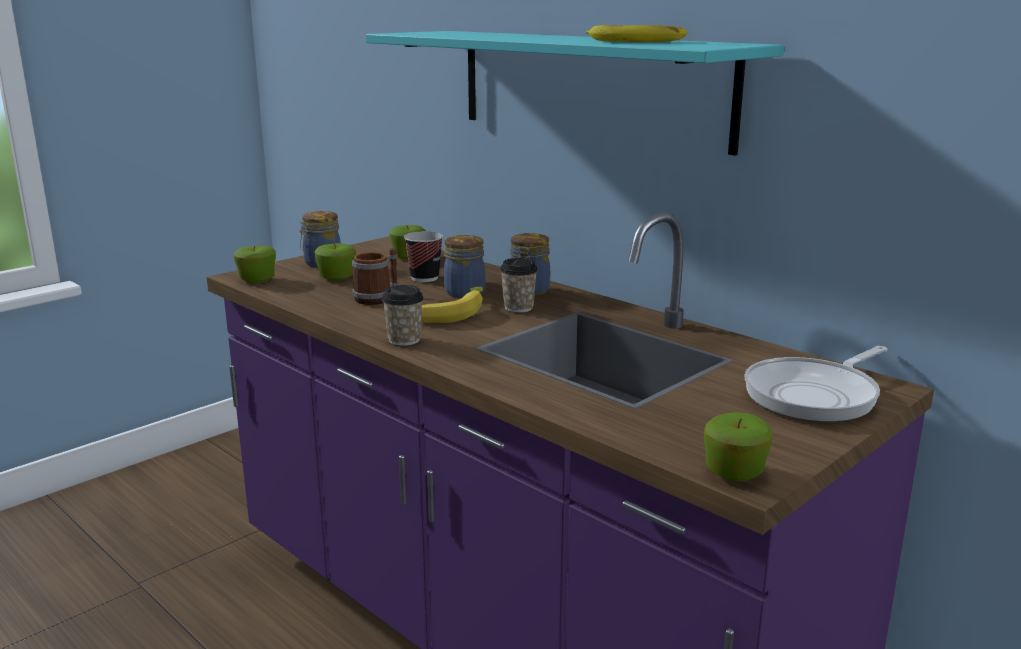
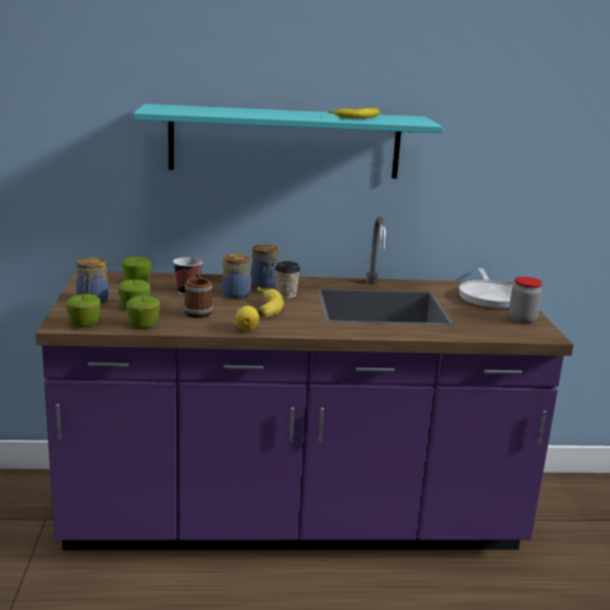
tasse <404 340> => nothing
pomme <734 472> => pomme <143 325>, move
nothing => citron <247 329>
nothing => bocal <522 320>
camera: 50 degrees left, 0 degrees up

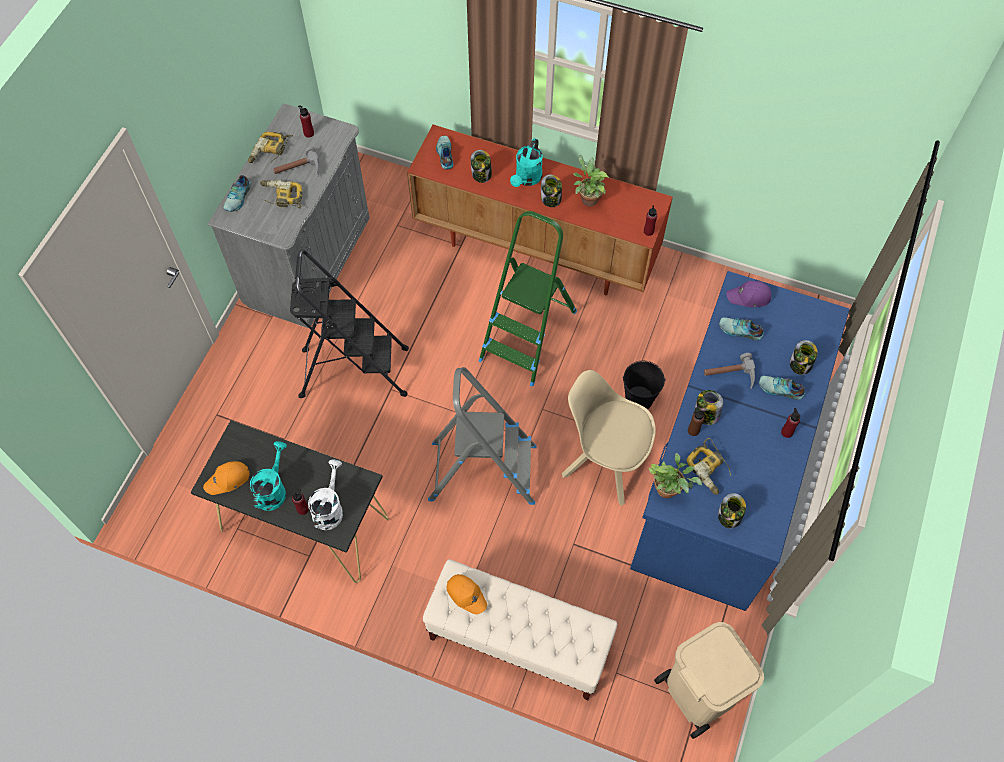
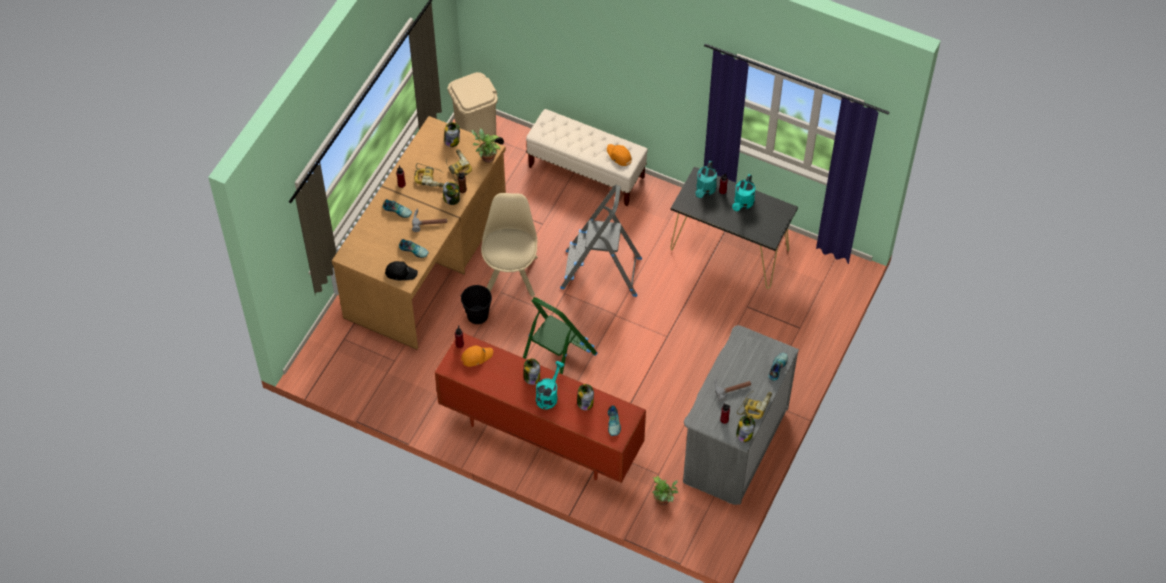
casquette (orange) <228 480> => casquette (orange) <476 357>, move
perceuse <281 197> => perceuse <430 178>, move
escabeau <352 371> => nothing
arrosoir (blanc) <329 508> => arrosoir (turquoise) <705 190>
chaise (beige) <604 462> => chaise (beige) <511 273>, 120 degrees counterclockwise
plante en pot <587 198> => plante en pot <664 501>, move
bureau (bleu) <722 470> => bureau (marron) <427 262>
casquette (violet) <749 297> => casquette (noir) <400 273>
bocal <800 364> => bocal <744 434>, move
camera: 175 degrees left, 5 degrees down

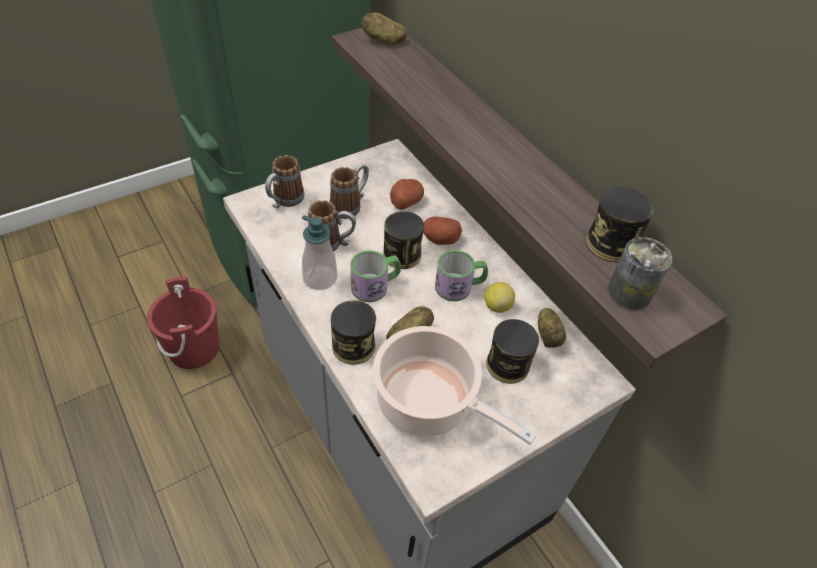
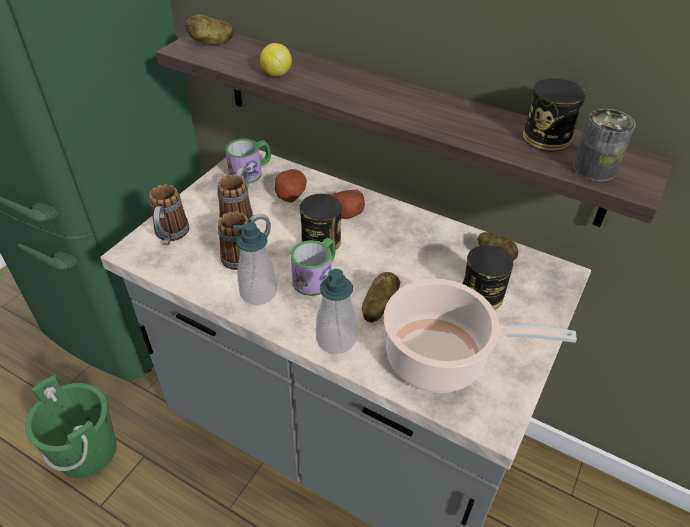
seau (rouge) <194 348> => seau (vert) <87 451>
boîte métallique <353 346> => distributeur de savon <336 339>
mug <459 286> => mug <251 172>, move
citron <497 306> => citron <276 74>, move
camera: 25 degrees left, 5 degrees down

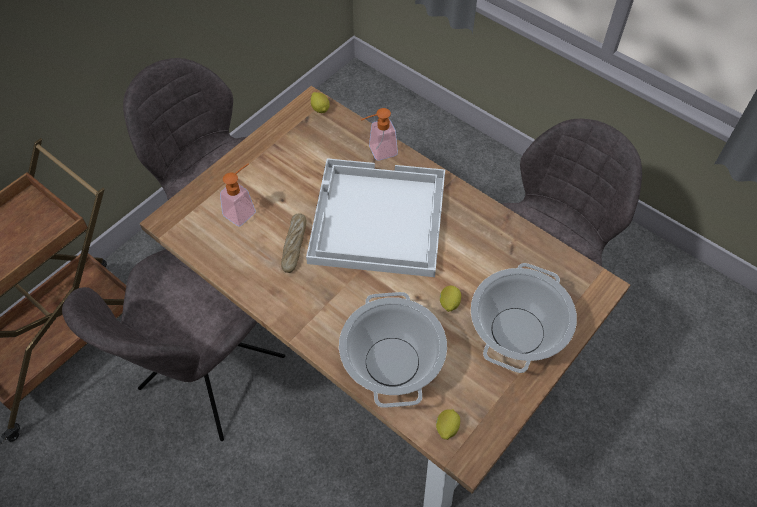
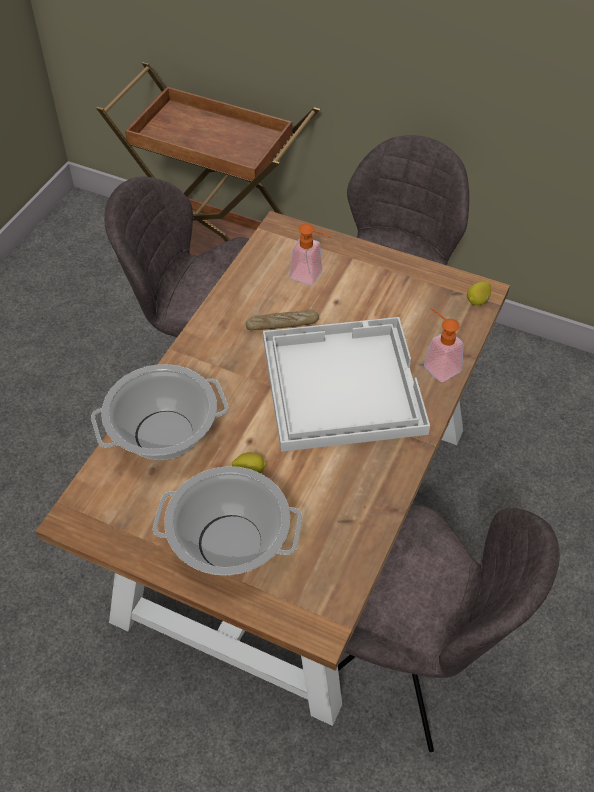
citron <446 428> => nothing
camera: 75 degrees right, 5 degrees down

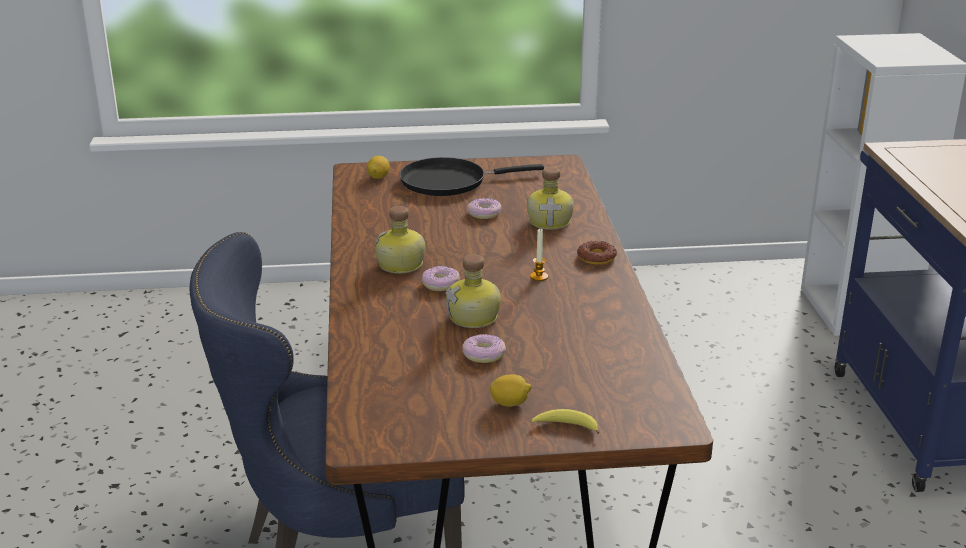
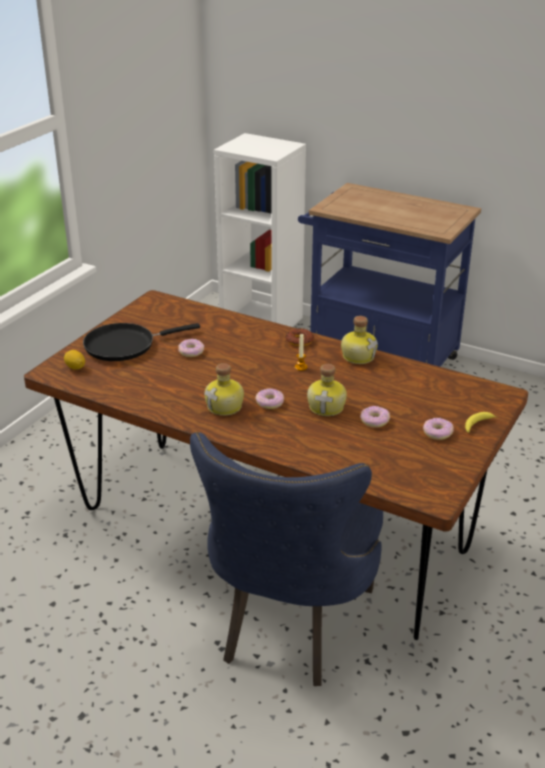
poêle (noir) <449 182> => poêle (noir) <124 345>, 45 degrees clockwise
citron <510 403> => beignet <437 433>
bouteille <551 221> => bouteille <358 356>, move
camera: 55 degrees left, 5 degrees up

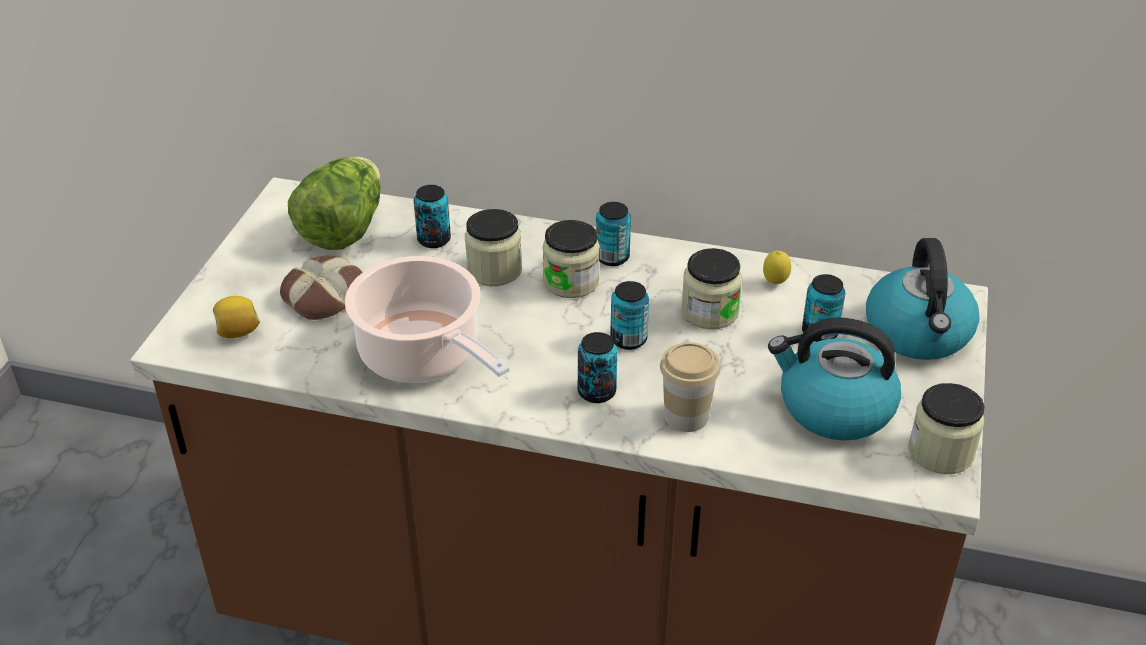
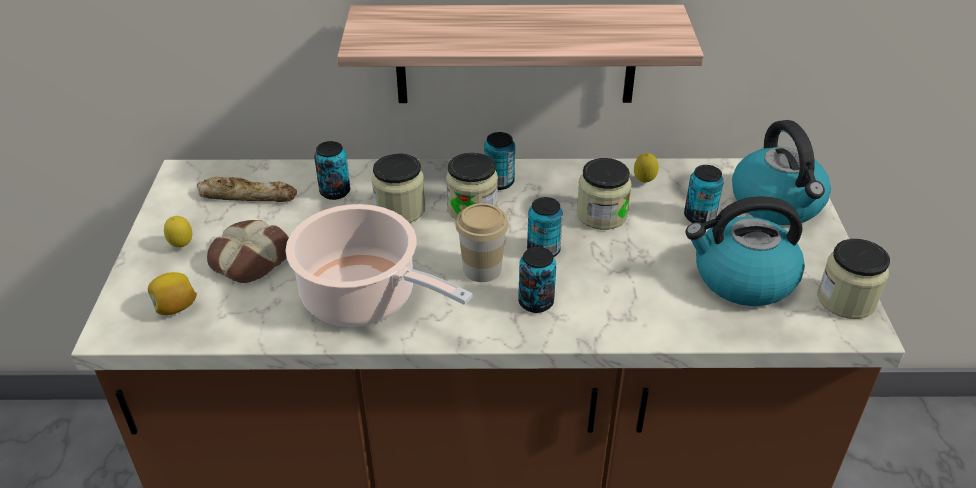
laitue <344 229> => pain <248 196>
tasse <686 416> => tasse <482 269>, move
nothing => citron <182 246>
nothing => étagère <516 54>
camera: 15 degrees left, 0 degrees up

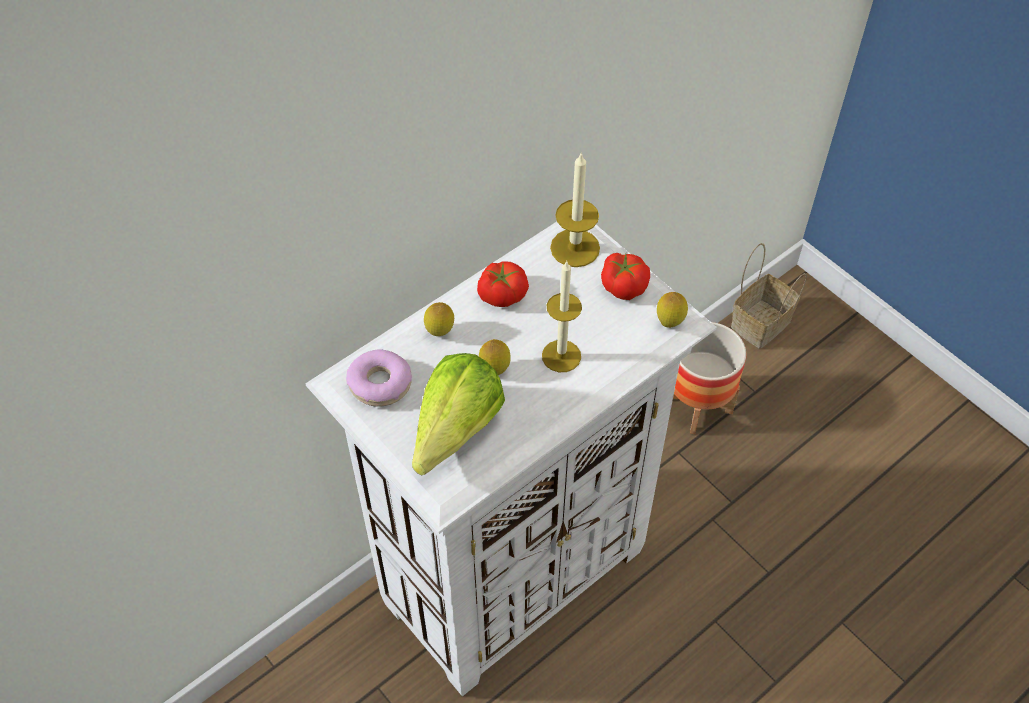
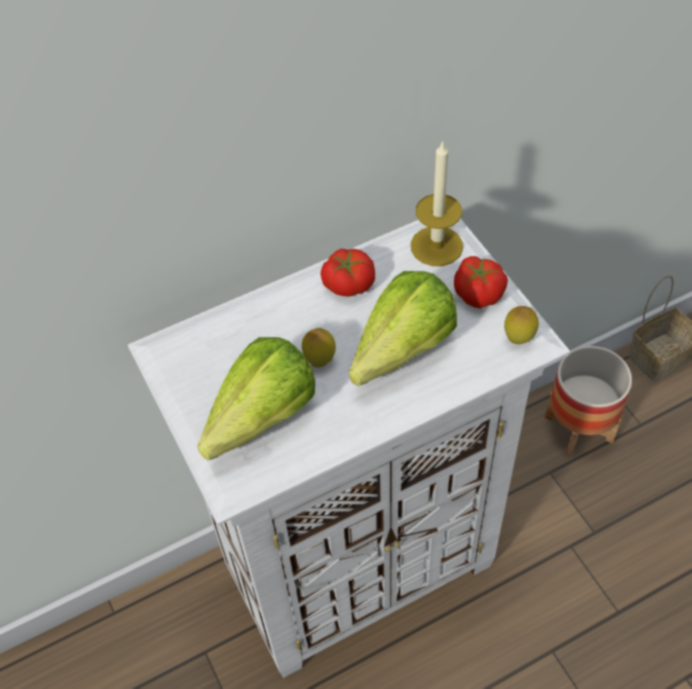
beignet <380 384> => nothing
citron <440 332> => nothing
bougie <561 356> => laitue <393 357>
camera: 15 degrees right, 0 degrees up

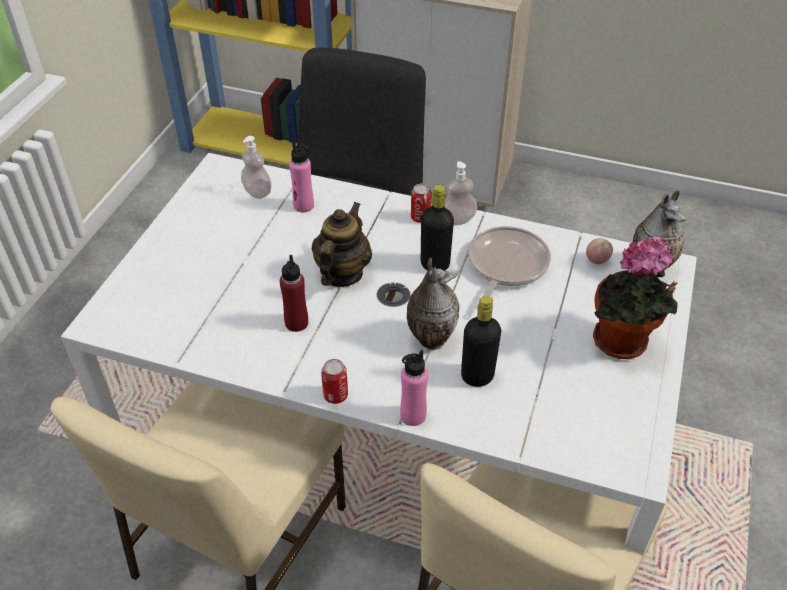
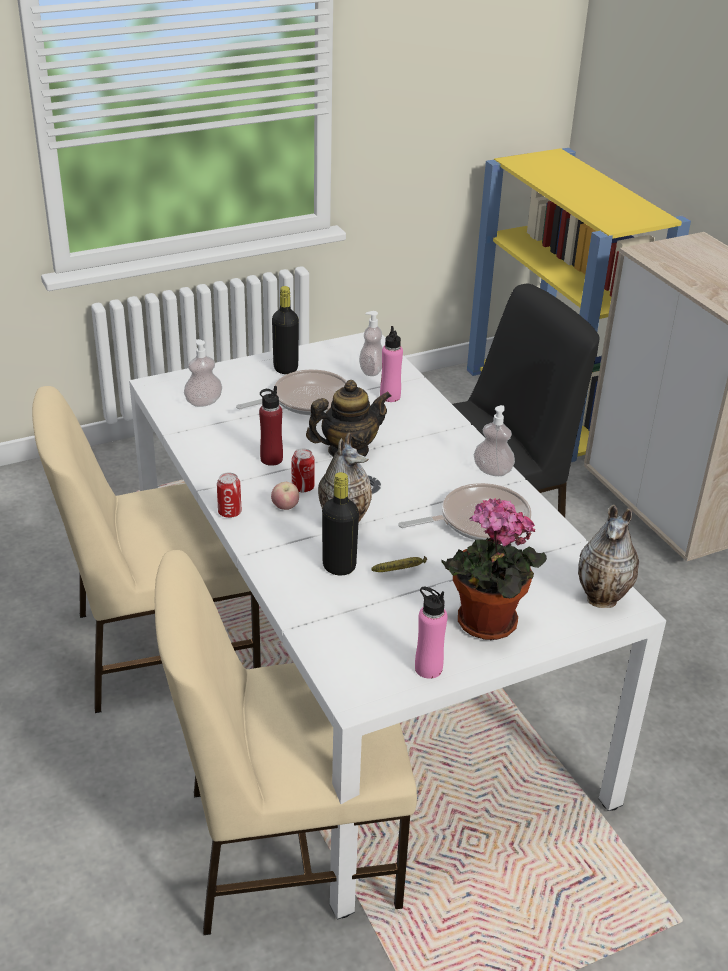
bouteille (rose) <413 415> => bouteille (rose) <428 668>, move
boîte métallique <420 217> => boîte métallique <303 487>, move
bouteille (noir) <435 264> => bouteille (noir) <285 368>, move
pomme <596 261> => pomme <285 507>, move
nothing => distributeur de savon <203 402>
nothing => poêle <306 400>
nothing => banane <401 571>
camera: 45 degrees right, 10 degrees down

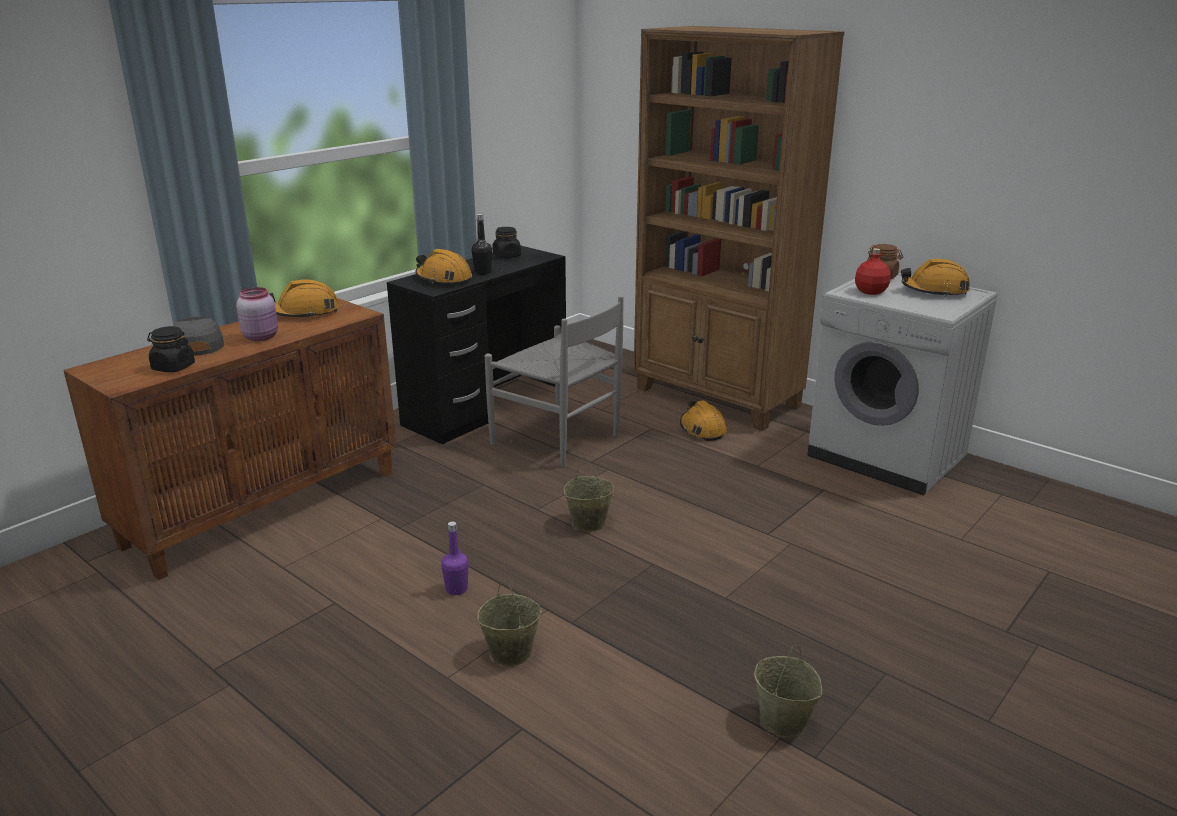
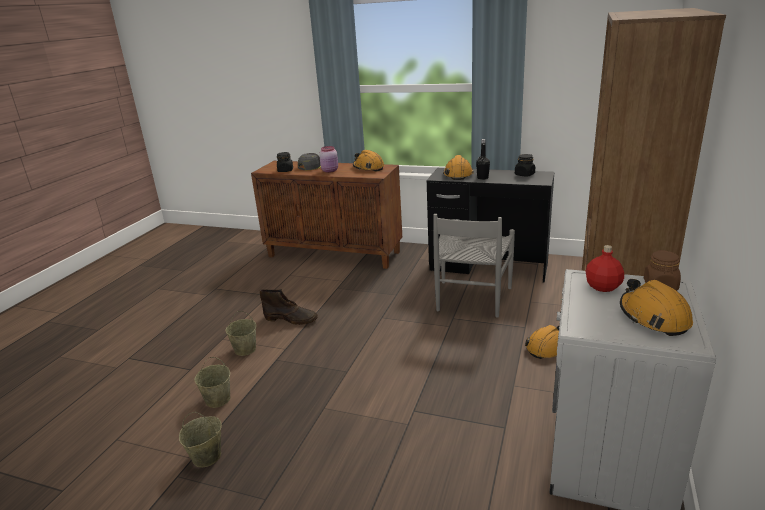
bouteille (violet) <456 589> => botte (marron) <291 319>
seau (beige) <588 523> => seau (beige) <217 399>, move
camera: 70 degrees right, 0 degrees up

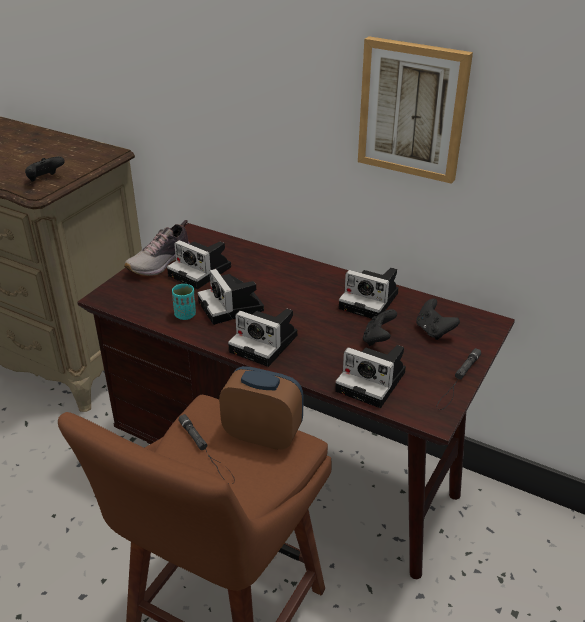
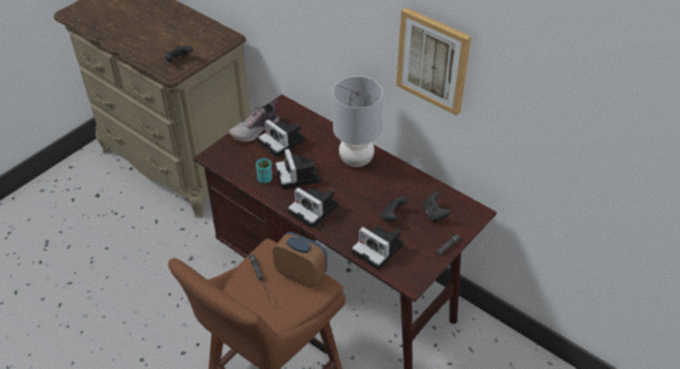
appareil photo <371 301> => nothing
nothing => lampe de table (gris) <357 159>
camera: 10 degrees right, 10 degrees up

